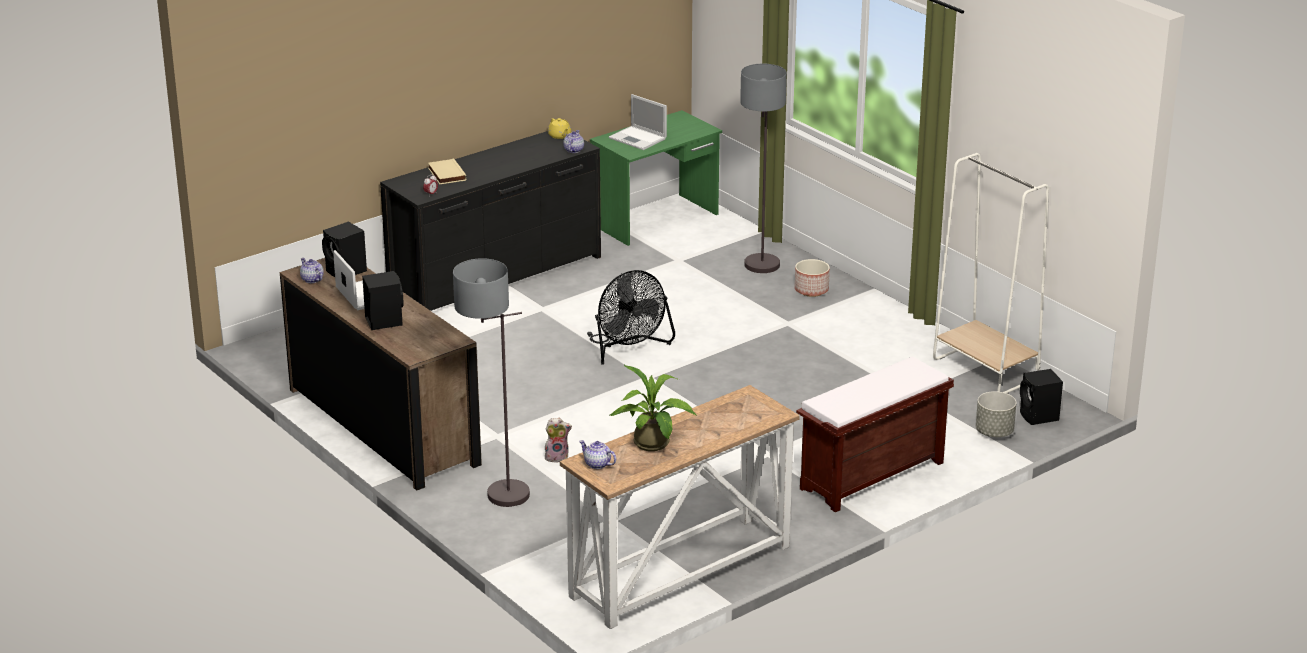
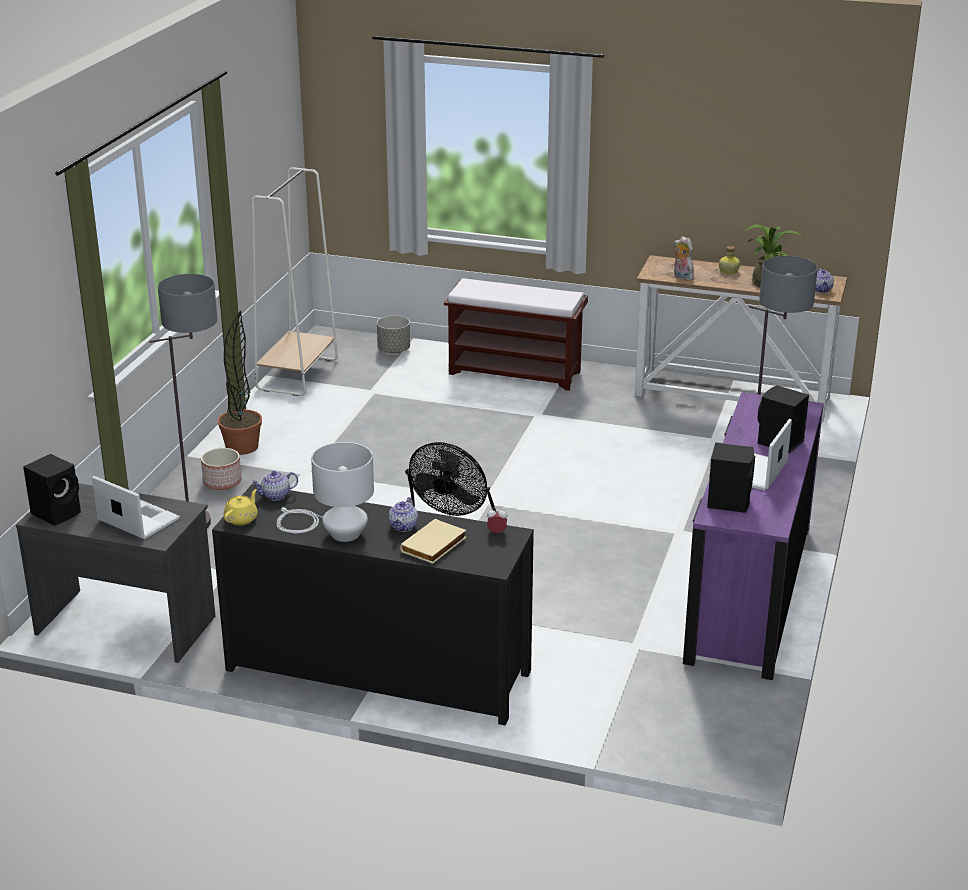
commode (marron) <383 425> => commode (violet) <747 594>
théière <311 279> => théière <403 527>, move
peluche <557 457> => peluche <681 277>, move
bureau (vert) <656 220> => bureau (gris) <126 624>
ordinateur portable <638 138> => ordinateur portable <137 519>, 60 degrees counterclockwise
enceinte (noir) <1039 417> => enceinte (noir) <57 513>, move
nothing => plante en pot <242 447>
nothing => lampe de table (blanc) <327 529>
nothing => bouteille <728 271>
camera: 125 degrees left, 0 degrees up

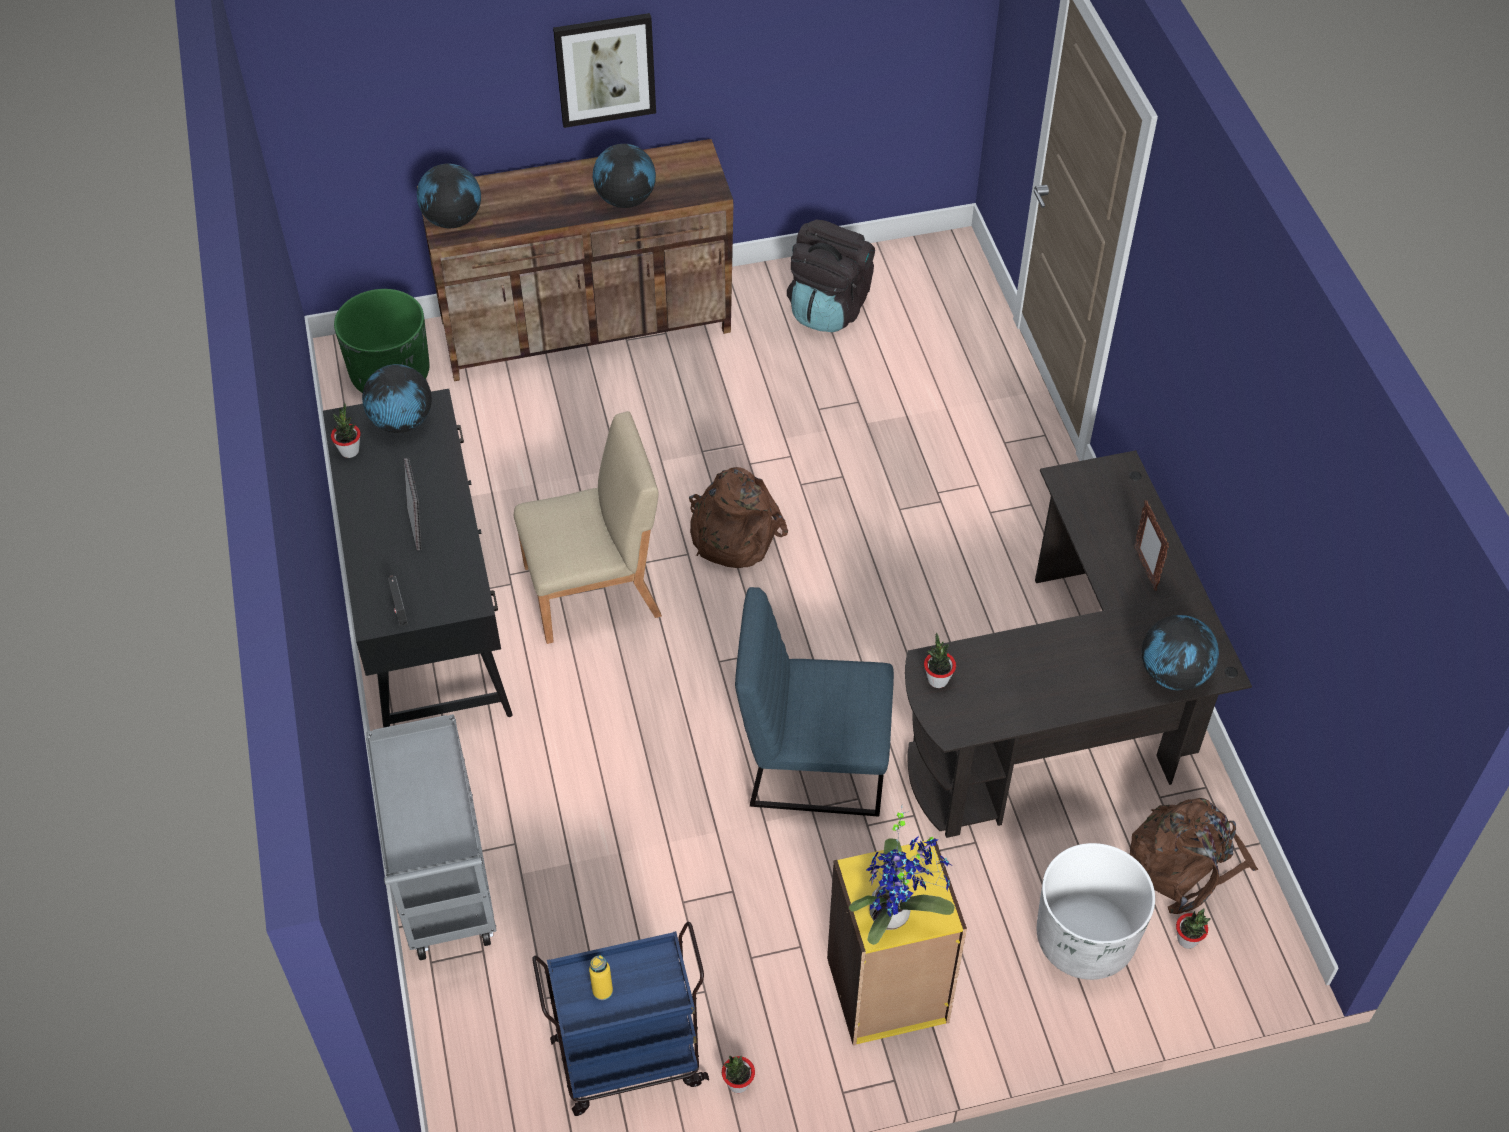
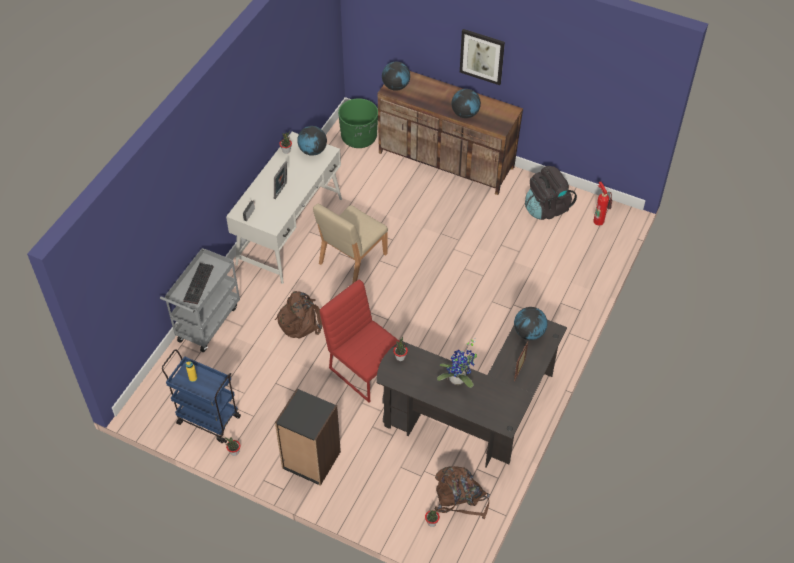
bureau (noir) <429 613> => bureau (blanc) <290 231>
chaise (beige) <594 591> => chaise (beige) <352 259>, 105 degrees clockwise
sac à dos (marron) <732 534> => sac à dos (marron) <300 321>, move
chaise (bleu) <812 764> => chaise (rouge) <364 369>
bibliothèque (jaune) <887 991> => bibliothèque (noir) <311 460>
plante en pot <895 914> => plante en pot <459 380>, move
cache-pot (blanc) <1084 939> => nothing
globe <1173 674> => globe <529 333>, move
nothing => clavier <199 284>
nothing => extincteur <599 220>
camera: 40 degrees right, 0 degrees up

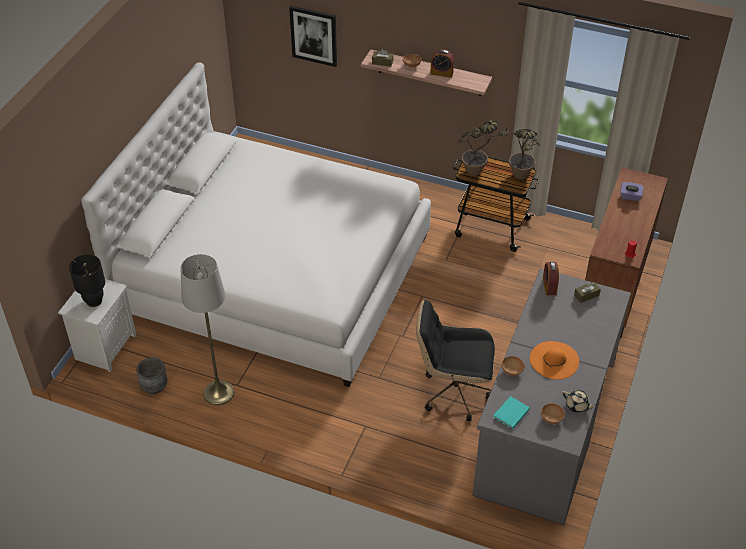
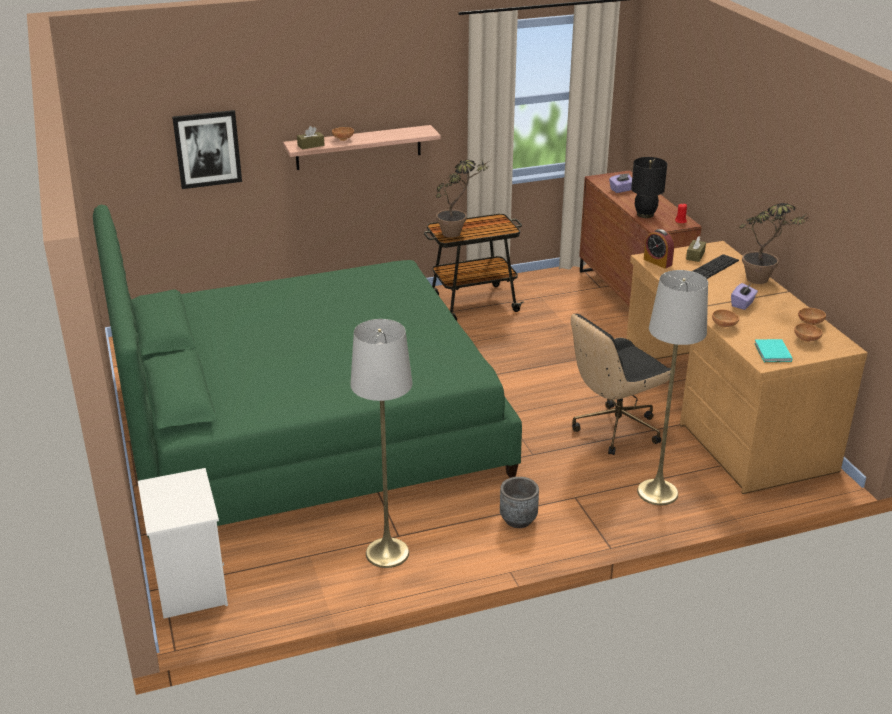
lampe de table (noir) <94 301> => lampe de table (noir) <645 214>, move
lit (blanc) <273 273> => lit (vert) <307 427>
cache-pot (gris) <154 386> => cache-pot (gris) <518 519>, move
réveil <441 73> => nothing
bureau (gris) <544 427> => bureau (marron) <721 414>
plante en pot <520 178> => plante en pot <763 282>, move
chapeau (orange) <554 360> => boîte à mouchoirs (violet) <743 304>
théière (beige) <577 406> => bol (marron) <810 323>
nothing => lampadaire (gris) <657 492>
nothing => clavier <712 268>
camera: 40 degrees left, 15 degrees down

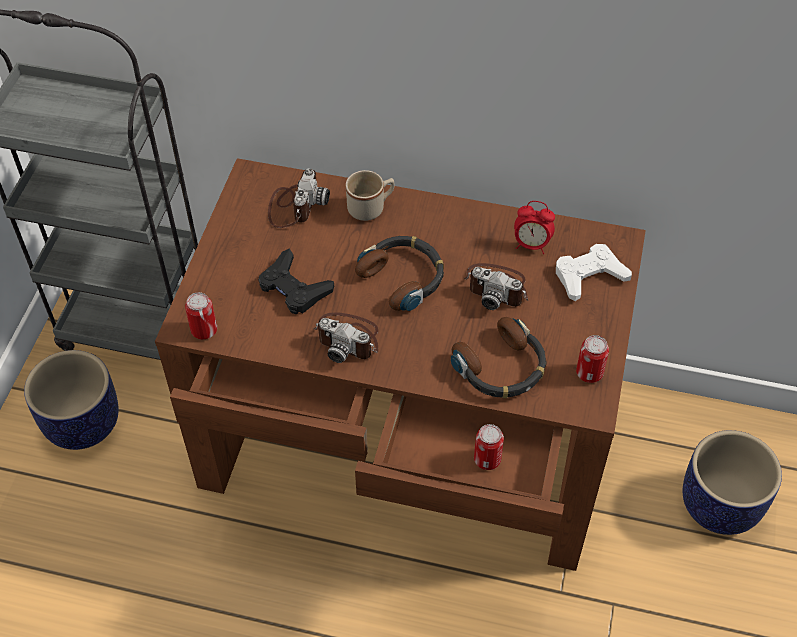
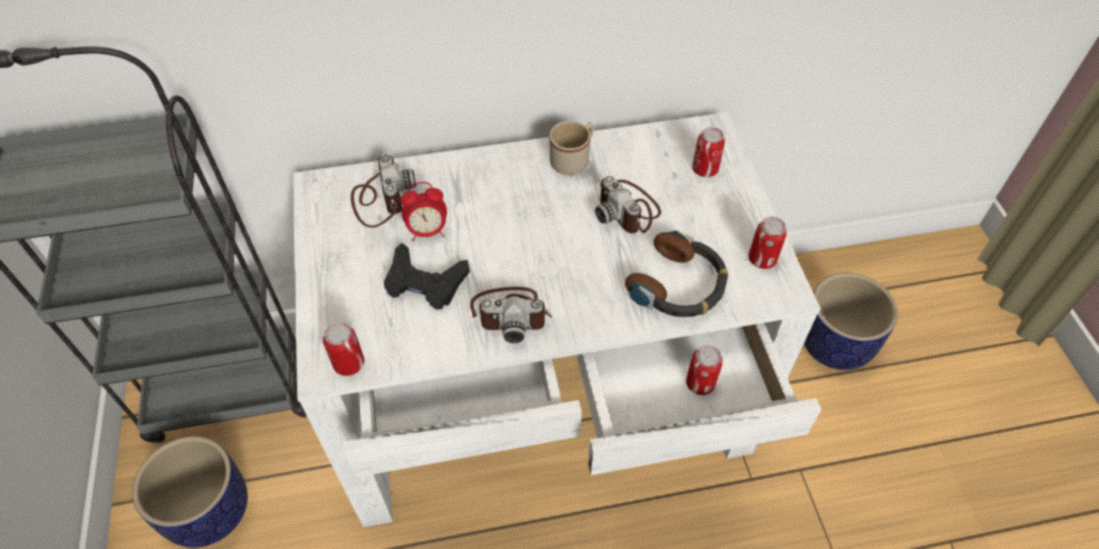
bureau (marron) <405 456> => bureau (blanc) <550 411>
mug (beige) <371 207> => mug (beige) <573 160>, move
casque audio <403 277> => nothing
appareil photo <497 287> => appareil photo <628 209>, 60 degrees clockwise
réveil <531 245> => réveil <427 231>, move
manette (blanc) <589 276> => boîte métallique <705 169>
camera: 25 degrees left, 0 degrees up

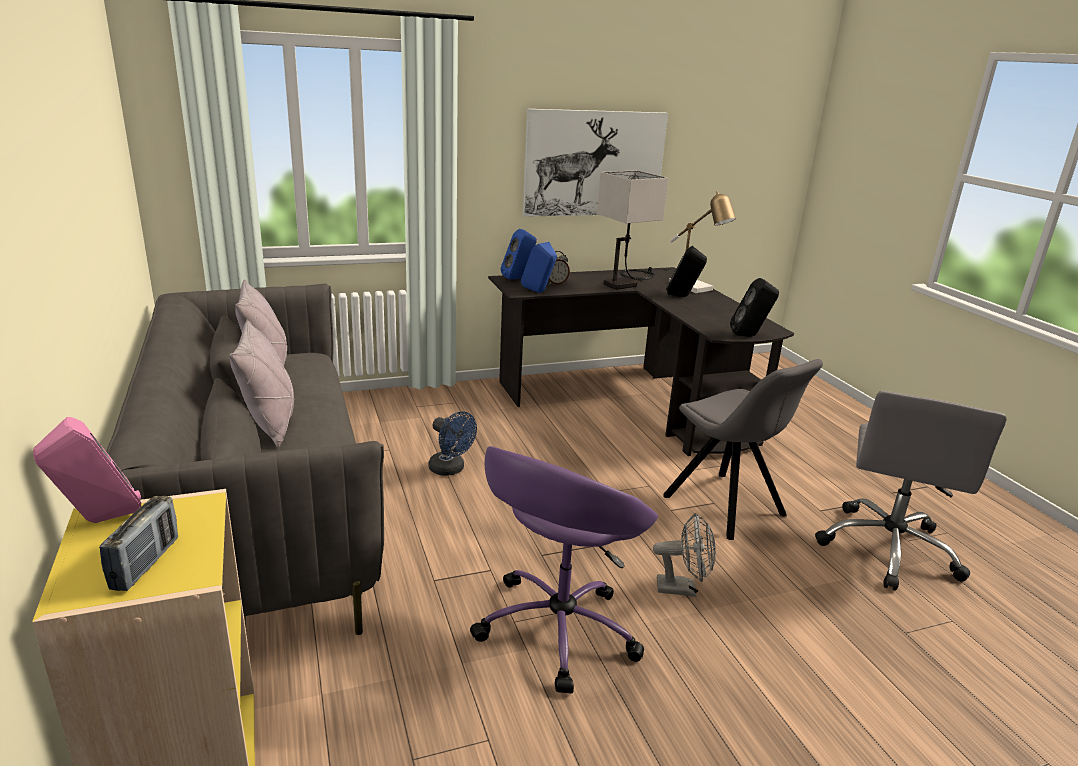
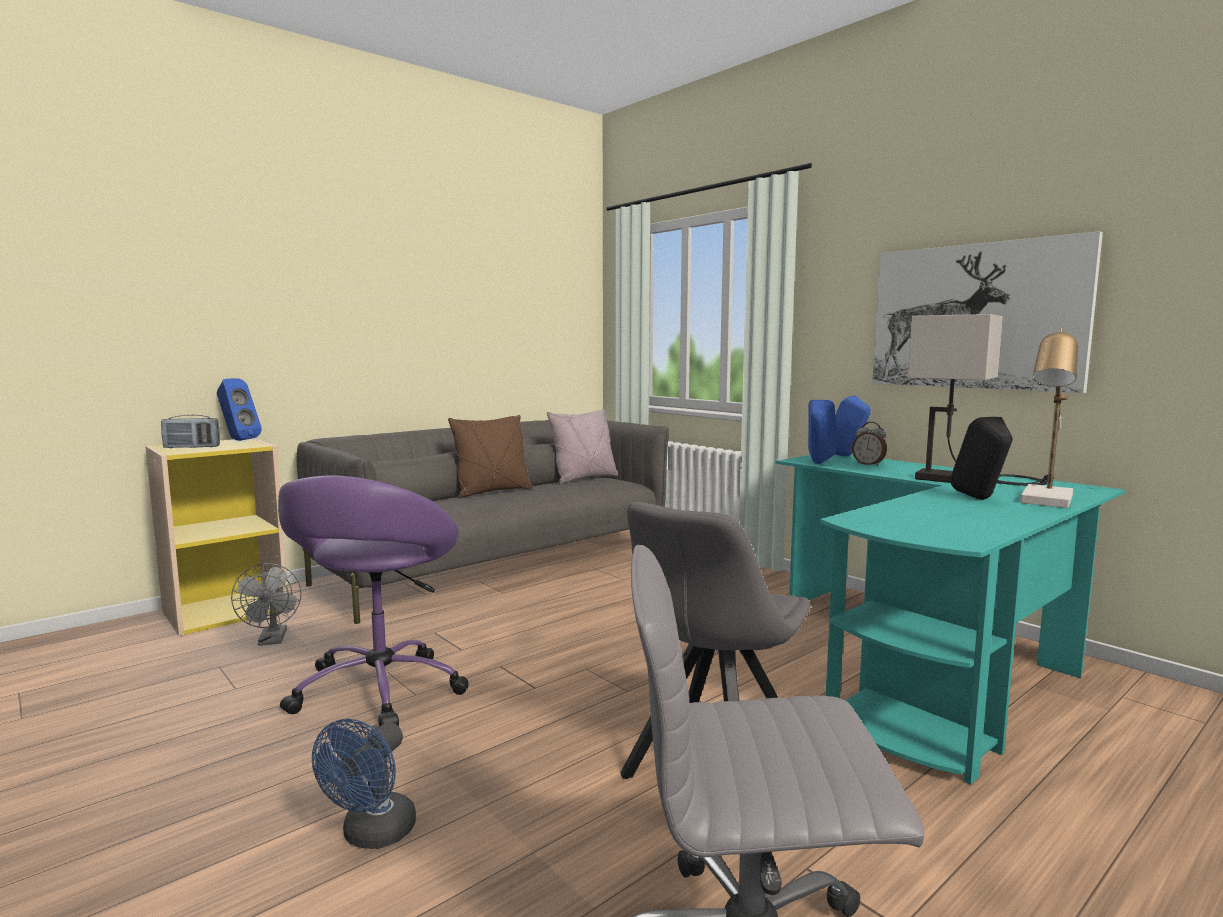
enceinte (rose) <99 521> => enceinte (bleu) <238 440>
coussin (violet) <271 424> => coussin (marron) <492 492>
ventilateur (bleu) <450 469> => ventilateur (bleu) <372 836>, move
chaise de bureau (violet) <556 632> => chaise de bureau (violet) <377 692>, 90 degrees counterclockwise
bureau (noir) <633 401> => bureau (turquoise) <929 661>
ventilateur (gris) <683 588> => ventilateur (gris) <272 640>, move
enceinte (noir) <750 336> => nothing
camera: 70 degrees right, 15 degrees down

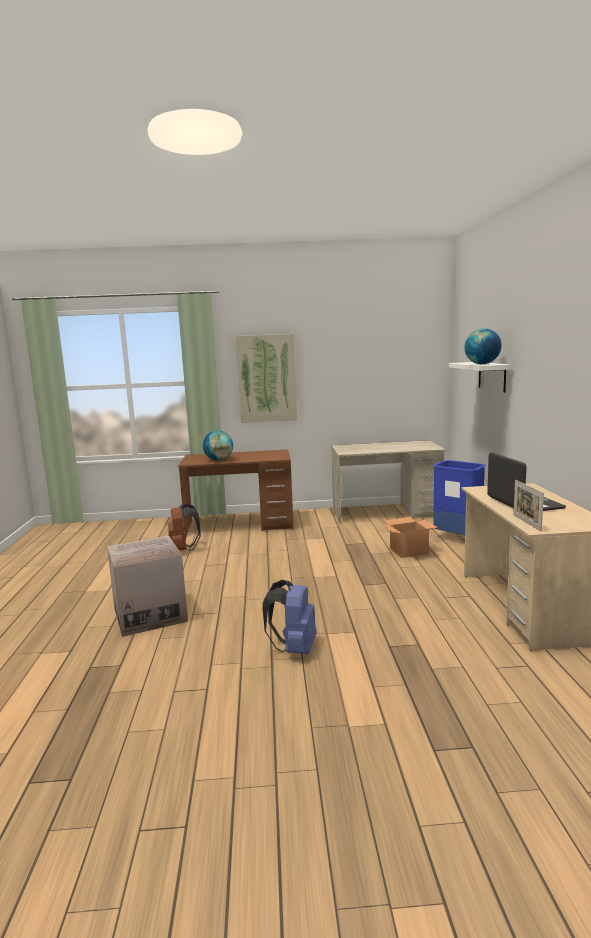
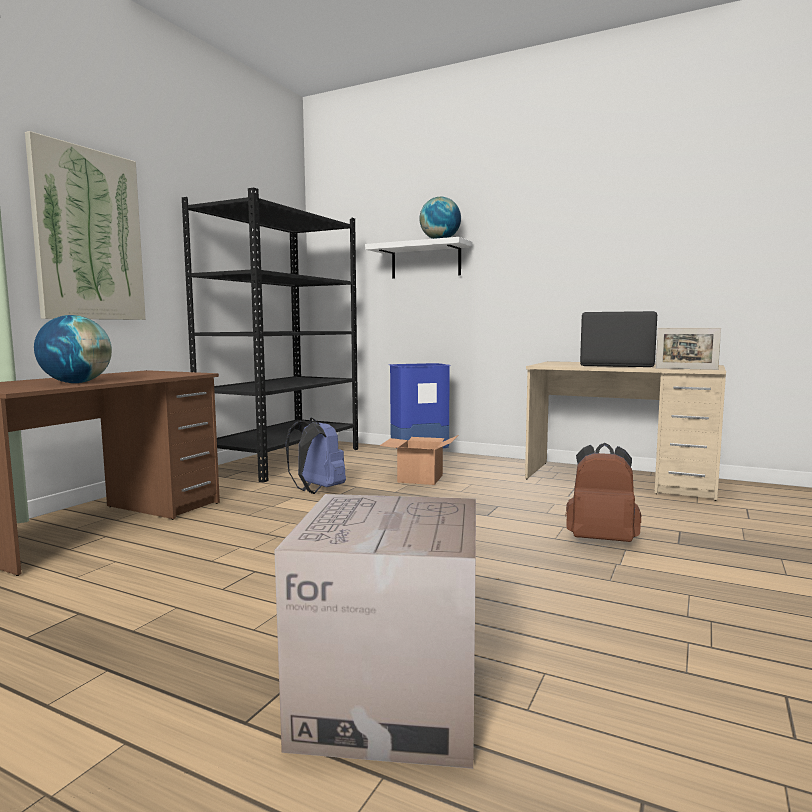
sac à dos (marron) <183 550> => sac à dos (marron) <601 540>, move
sac à dos (bleu) <294 648> => sac à dos (bleu) <317 490>, move
bureau (beige) <386 513> => bibliothèque (noir) <284 459>
camera: 60 degrees left, 5 degrees down

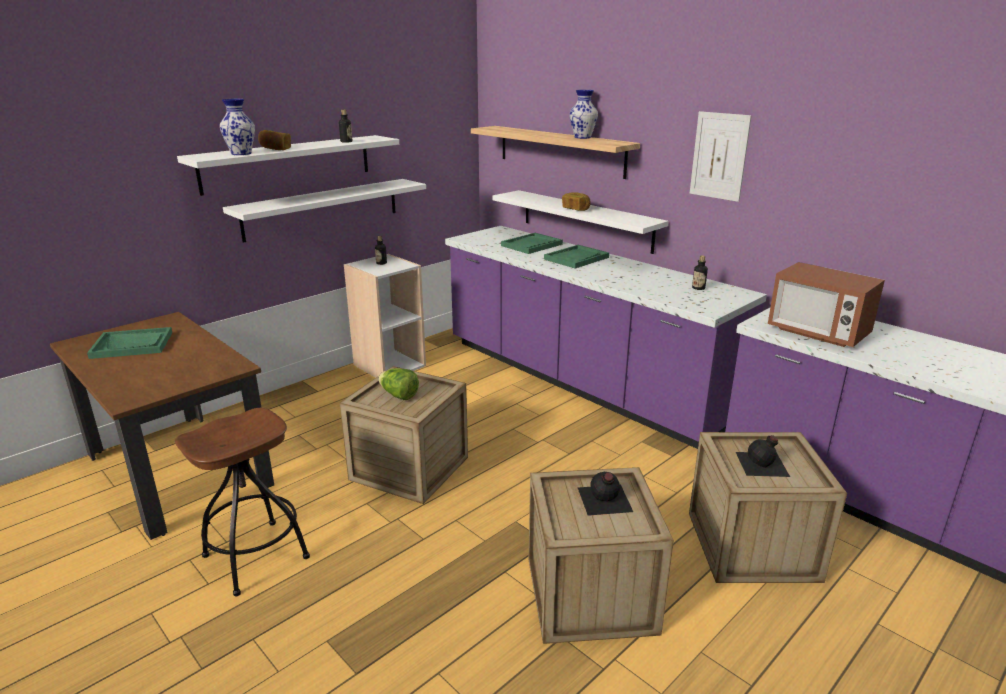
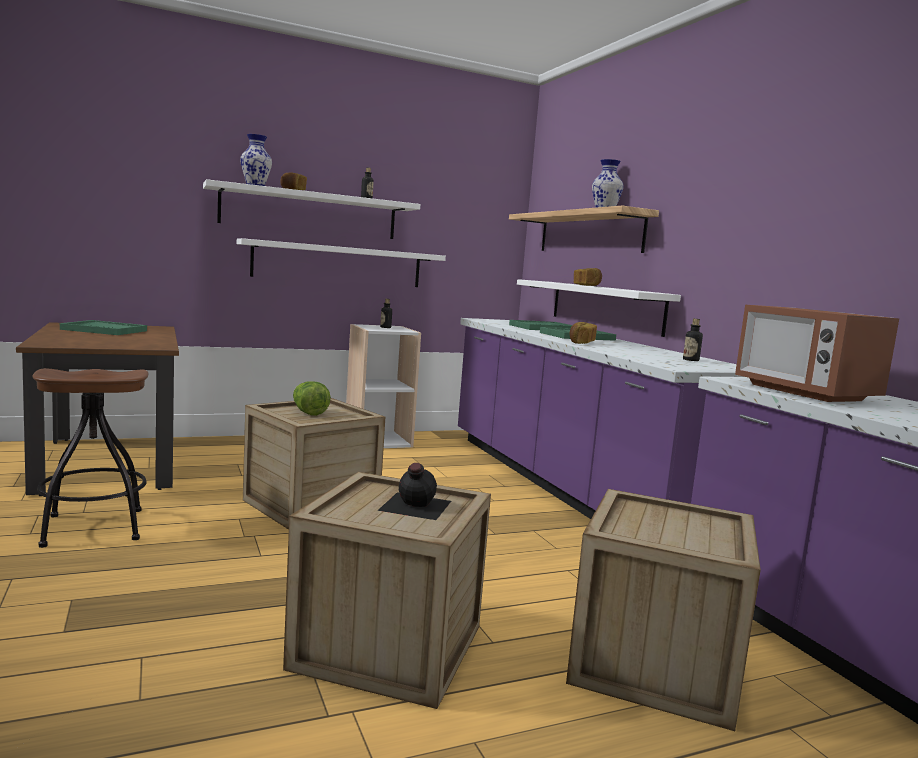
tableau <719 156> => nothing
bouteille (noir) <763 464> => nothing
nothing => pain <581 342>
camera: 20 degrees right, 15 degrees down

